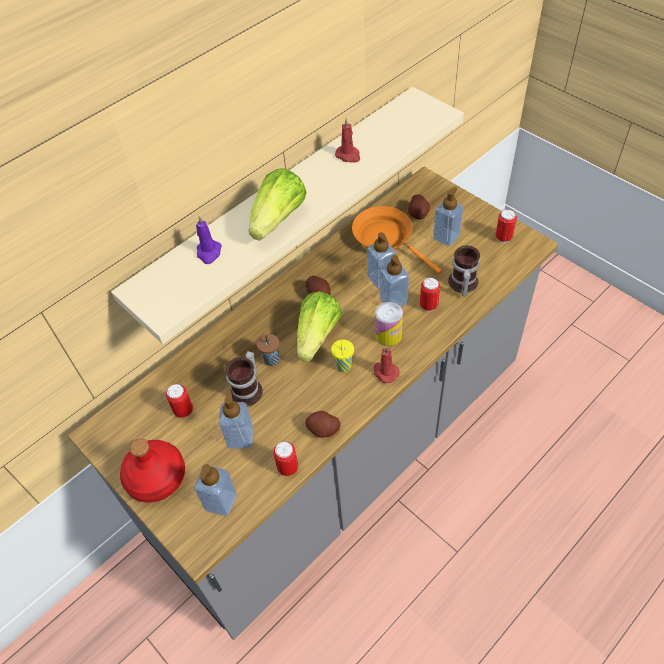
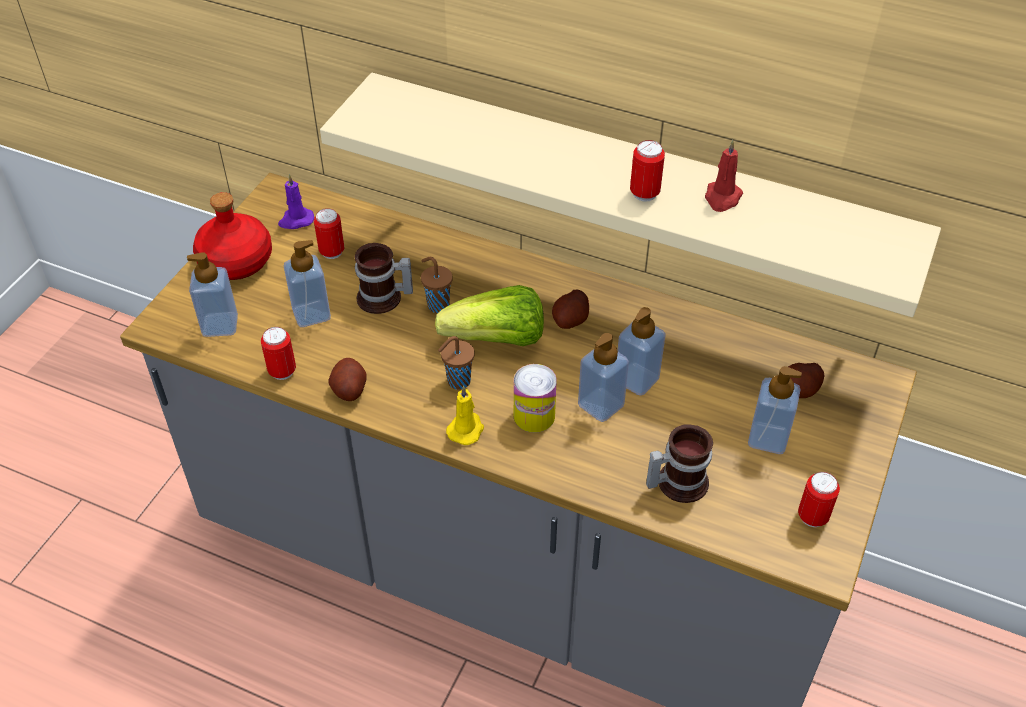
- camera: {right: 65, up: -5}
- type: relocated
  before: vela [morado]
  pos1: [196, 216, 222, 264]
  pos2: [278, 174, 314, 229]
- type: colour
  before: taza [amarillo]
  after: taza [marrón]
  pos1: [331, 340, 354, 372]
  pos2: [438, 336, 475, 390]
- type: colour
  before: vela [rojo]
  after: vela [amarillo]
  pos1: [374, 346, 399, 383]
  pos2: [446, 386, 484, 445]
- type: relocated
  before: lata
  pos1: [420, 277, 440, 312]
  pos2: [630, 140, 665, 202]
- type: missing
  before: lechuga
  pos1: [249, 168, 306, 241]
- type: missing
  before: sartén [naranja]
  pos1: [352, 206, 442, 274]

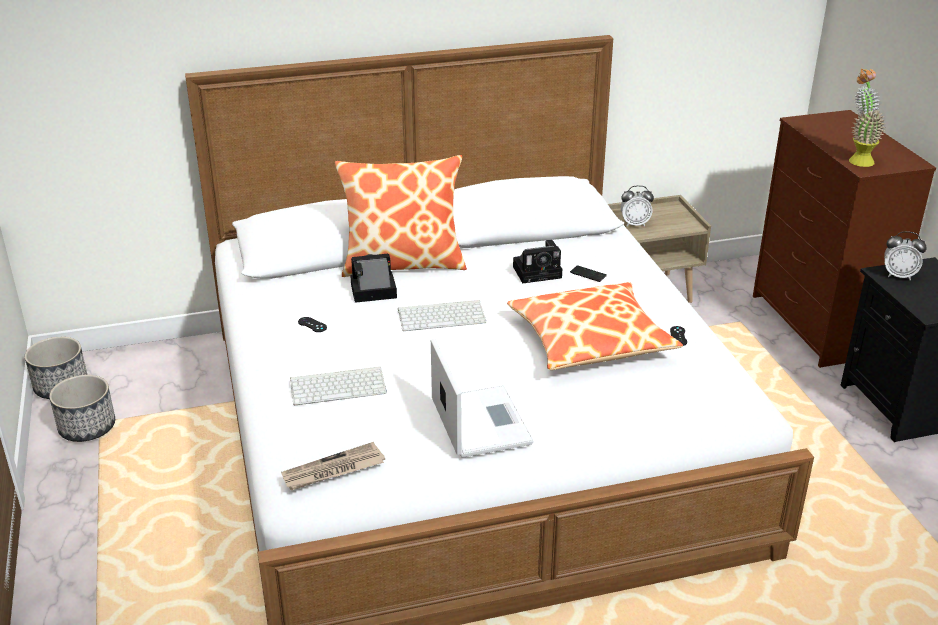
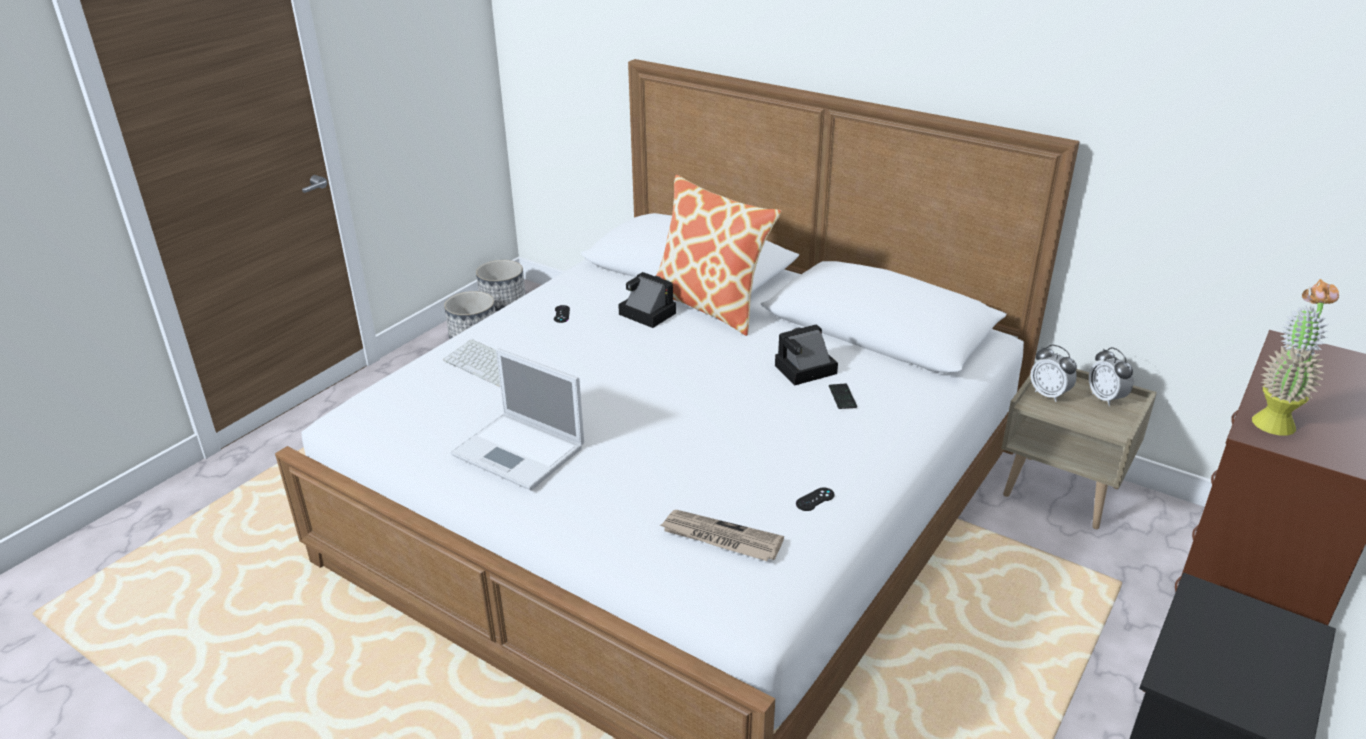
- camera: {right: 50, up: 0}
- type: spun
  before: portátil
  pos1: [431, 338, 533, 458]
  pos2: [450, 348, 584, 490]
  turn: 90
- type: relocated
  before: periódico
  pos1: [281, 442, 385, 490]
  pos2: [660, 510, 784, 561]
- type: spun
  before: cámara
  pos1: [513, 240, 562, 283]
  pos2: [775, 324, 838, 385]
  turn: 120
- type: relocated
  before: despertador
  pos1: [884, 231, 927, 280]
  pos2: [1089, 347, 1133, 406]
- type: missing
  before: teclado
  pos1: [398, 300, 486, 331]
- type: missing
  before: cojín
  pos1: [507, 282, 683, 370]

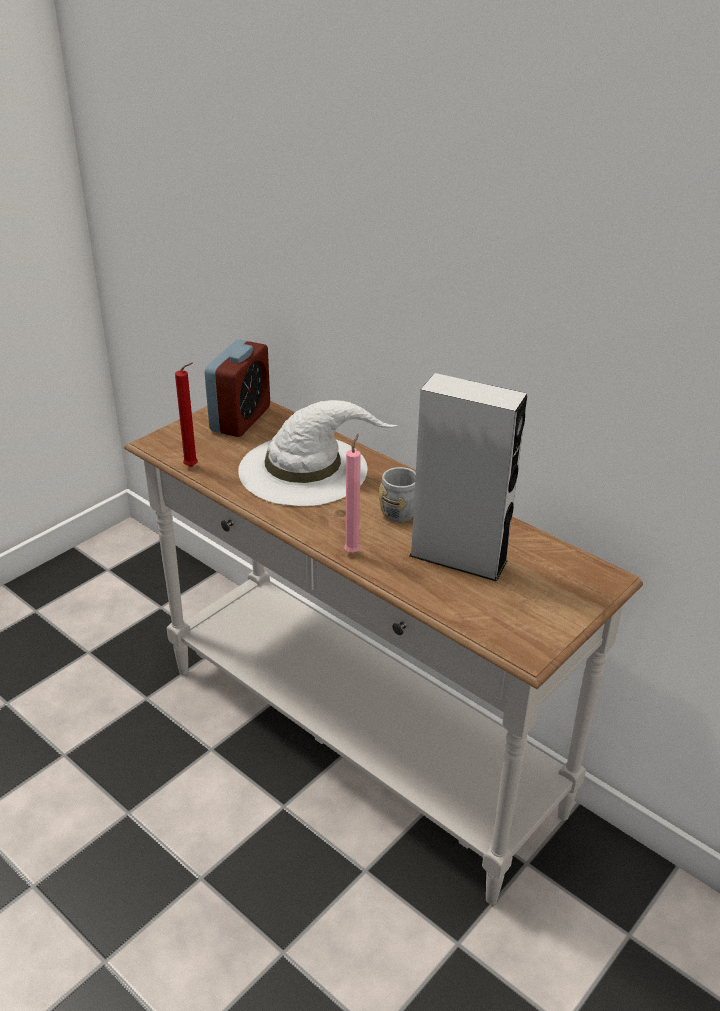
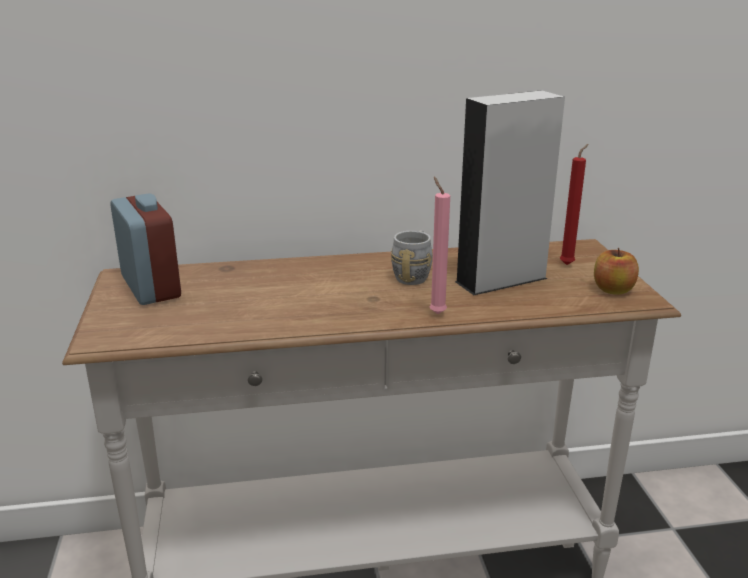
- camera: {right: -50, up: -10}
- type: relocated
  before: vela [rojo]
  pos1: [175, 362, 198, 467]
  pos2: [560, 144, 589, 265]
- type: appeared
  after: manzana
  pos2: [594, 248, 639, 295]
- type: missing
  before: sombrero [blanco]
  pos1: [238, 400, 398, 506]

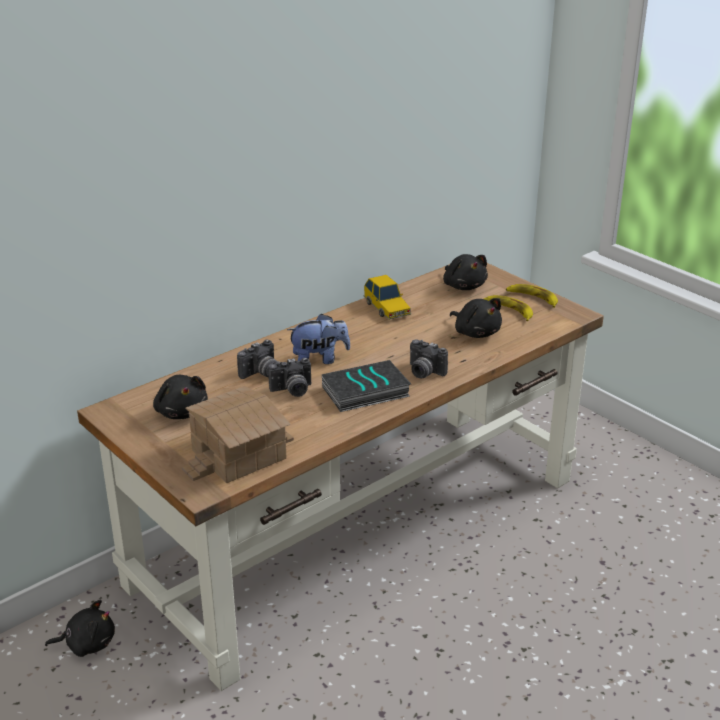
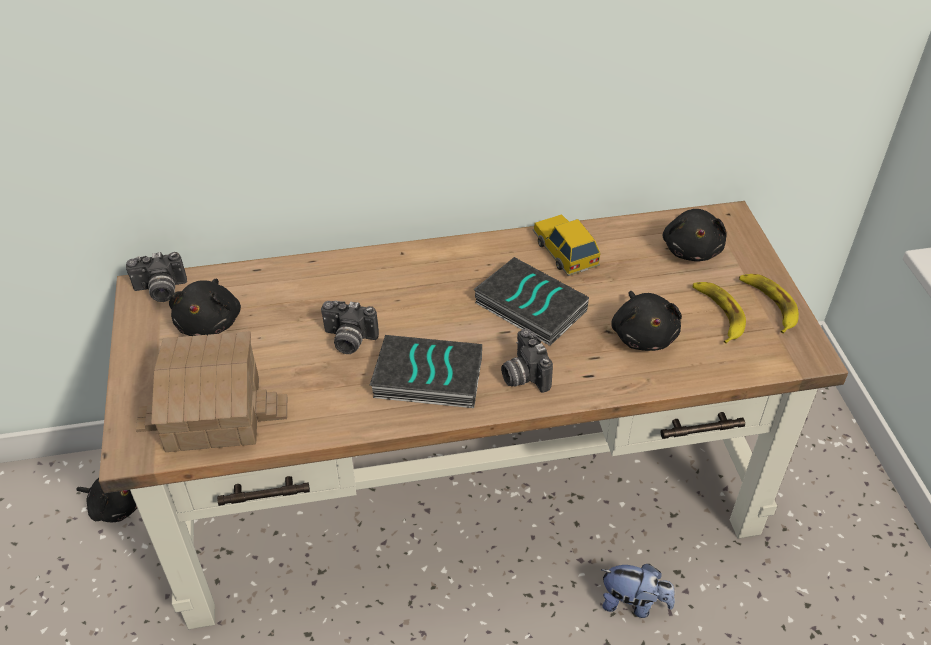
- camera: {right: 30, up: 15}
- type: relocated
  before: cámara
  pos1: [237, 340, 277, 379]
  pos2: [126, 252, 187, 302]
- type: appeared
  after: libro
  pos2: [474, 257, 589, 346]
- type: spun
  before: coche de juguete
  pos1: [363, 275, 411, 320]
  pos2: [533, 214, 601, 276]
  turn: 150
- type: relocated
  before: peluche
  pos1: [287, 313, 350, 364]
  pos2: [601, 564, 675, 618]

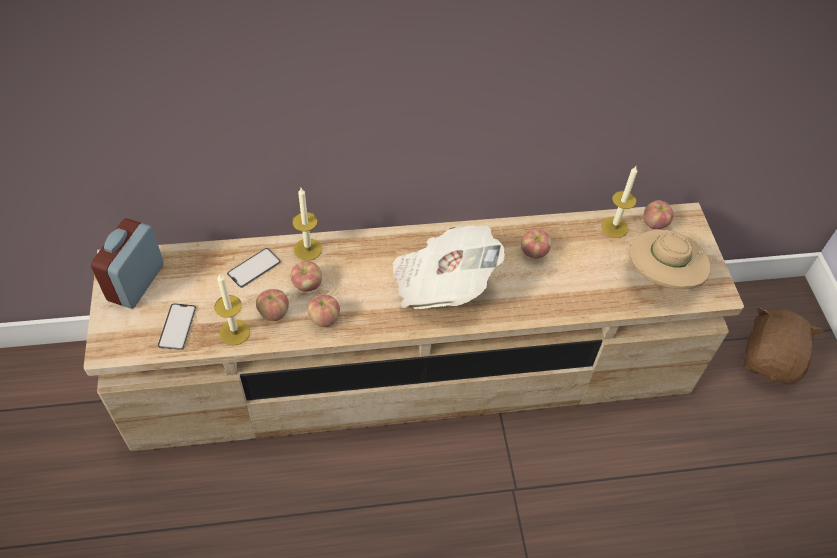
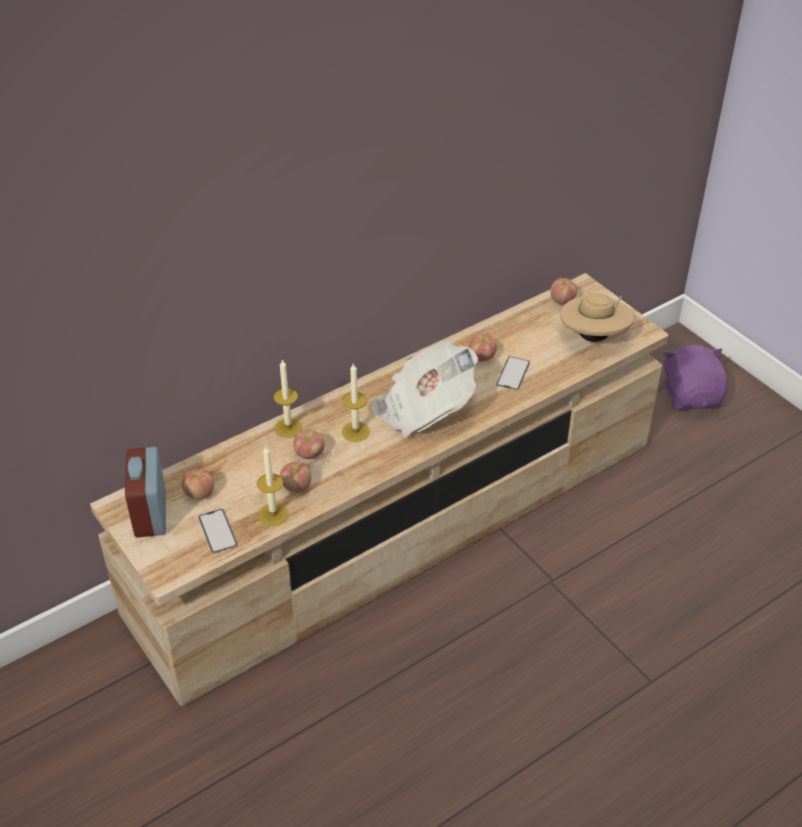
- camera: {right: -25, up: -10}
- type: relocated
  before: manzana
  pos1: [307, 295, 340, 327]
  pos2: [182, 468, 214, 500]
- type: relocated
  before: vela
  pos1: [601, 165, 637, 238]
  pos2: [342, 364, 370, 442]
- type: relocated
  before: móvil
  pos1: [227, 248, 281, 288]
  pos2: [496, 356, 530, 391]
- type: colour
  before: peluche [marrón]
  after: peluche [morado]
  pos1: [743, 308, 823, 385]
  pos2: [663, 345, 728, 410]

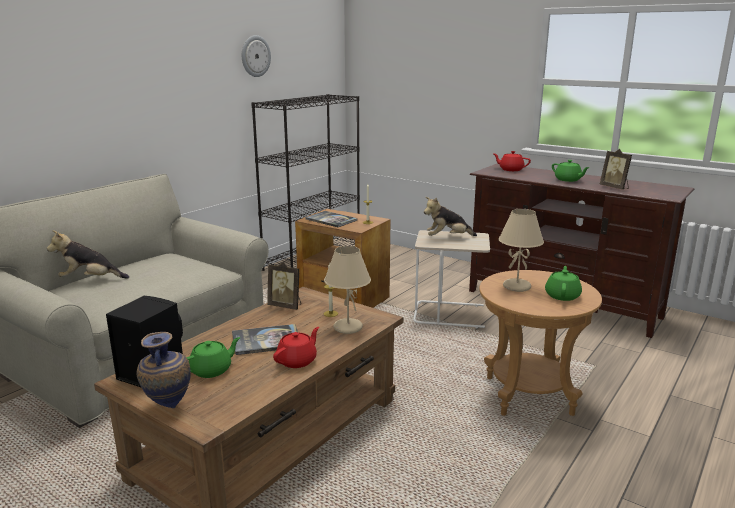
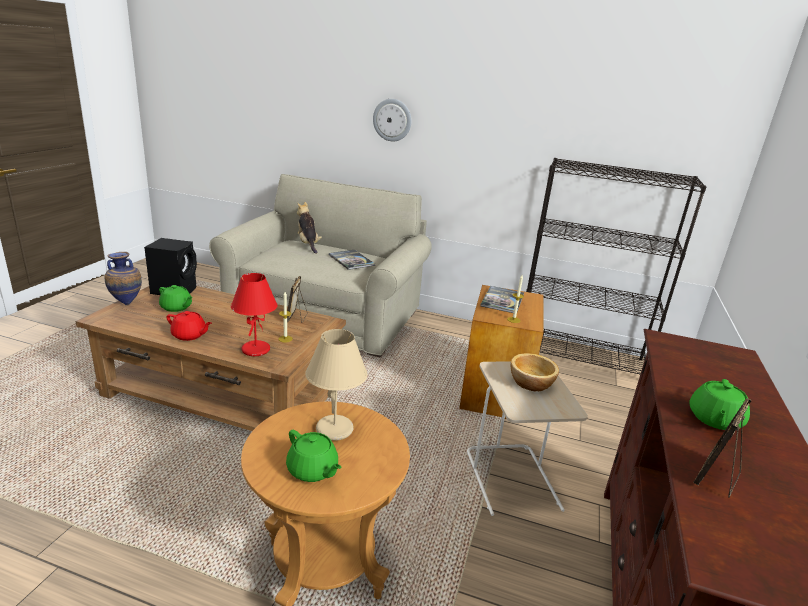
- camera: {right: 70, up: 5}
- type: colour
  before: lámpara de mesa [beis]
  after: lámpara de mesa [rojo]
  pos1: [324, 246, 371, 334]
  pos2: [231, 273, 277, 356]
- type: spun
  before: tetera [verde]
  pos1: [545, 266, 582, 301]
  pos2: [286, 430, 342, 482]
  turn: 45
- type: relocated
  before: libro
  pos1: [232, 324, 298, 355]
  pos2: [329, 250, 375, 270]
- type: relocated
  before: reloj de pared
  pos1: [242, 35, 271, 77]
  pos2: [373, 99, 411, 142]
- type: exchanged
  before: peluche
  after: cuenco
  pos1: [424, 197, 477, 236]
  pos2: [511, 353, 559, 392]
- type: missing
  before: tetera [rojo]
  pos1: [493, 151, 531, 171]

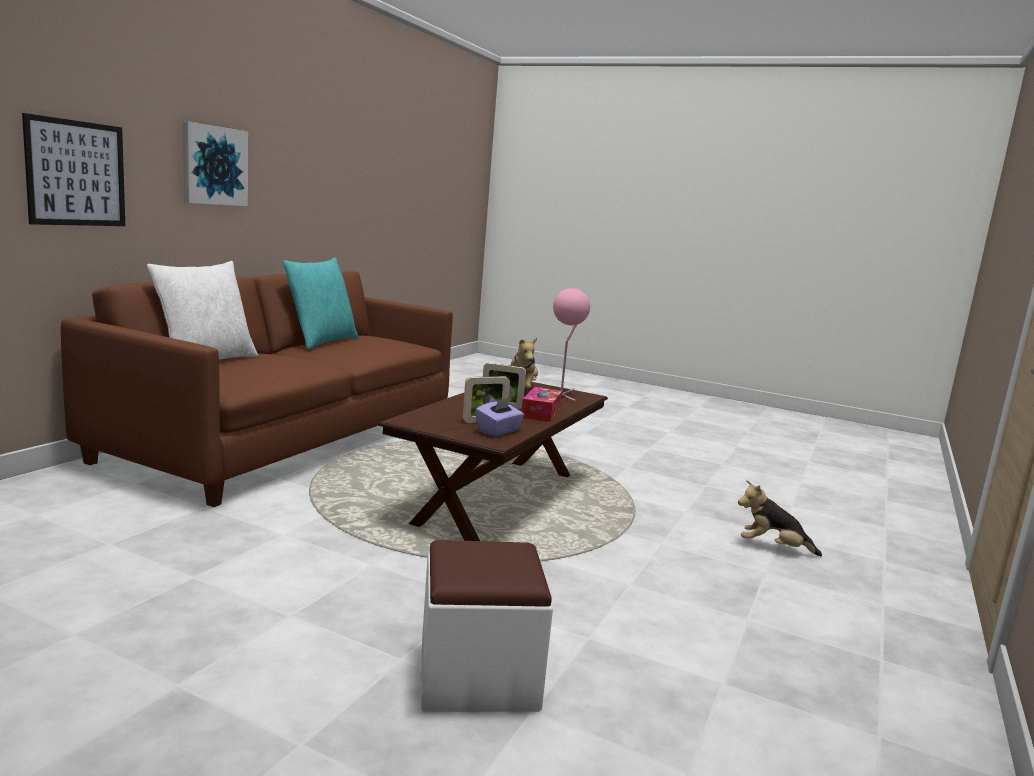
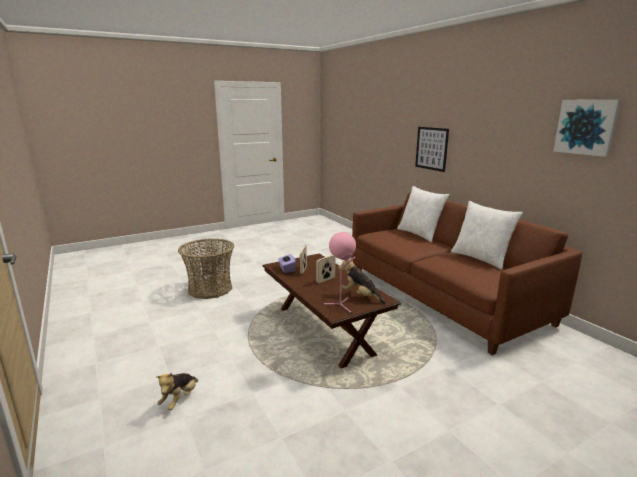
- camera: {right: 125, up: 5}
- type: spun
  before: peluche
  pos1: [738, 480, 822, 556]
  pos2: [156, 373, 198, 410]
  turn: 150
- type: exchanged
  before: puf [blanco]
  after: cesta
  pos1: [421, 540, 553, 712]
  pos2: [178, 238, 234, 299]
- type: colour
  before: cojín [turquesa]
  after: cojín [blanco]
  pos1: [283, 258, 359, 349]
  pos2: [451, 201, 523, 270]
- type: relocated
  before: cuadro
  pos1: [183, 121, 248, 206]
  pos2: [553, 99, 621, 157]
- type: missing
  before: caja de pañuelos
  pos1: [522, 387, 562, 422]

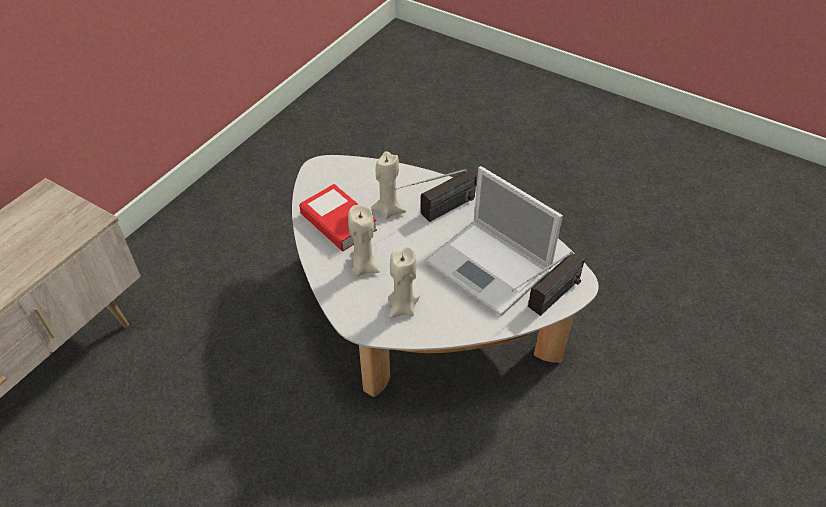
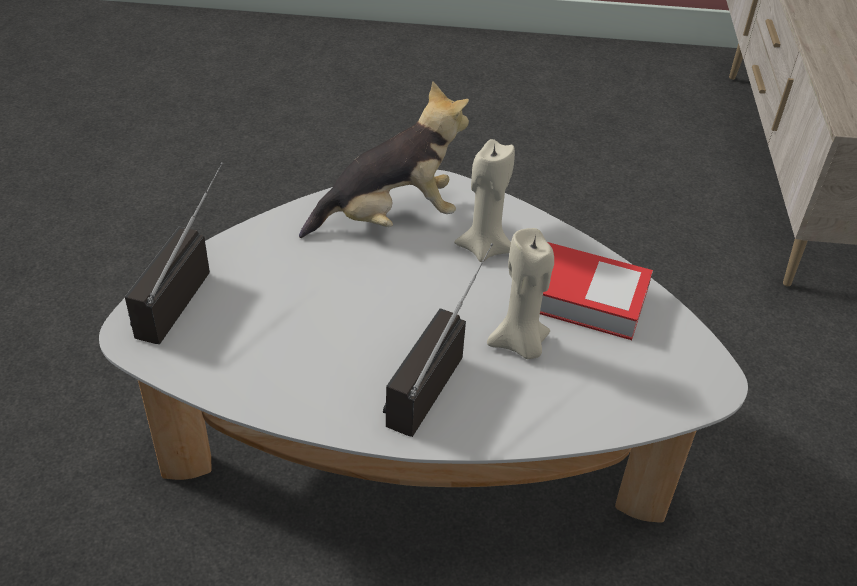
- camera: {right: 150, up: -5}
- type: exchanged
  before: vela [beis]
  after: peluche
  pos1: [388, 247, 420, 318]
  pos2: [299, 81, 469, 238]
- type: missing
  before: portátil
  pos1: [425, 166, 563, 316]

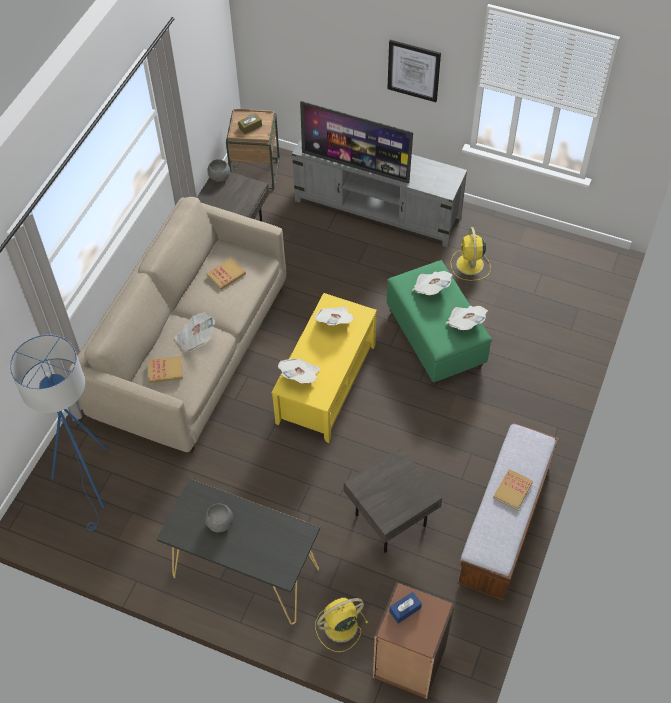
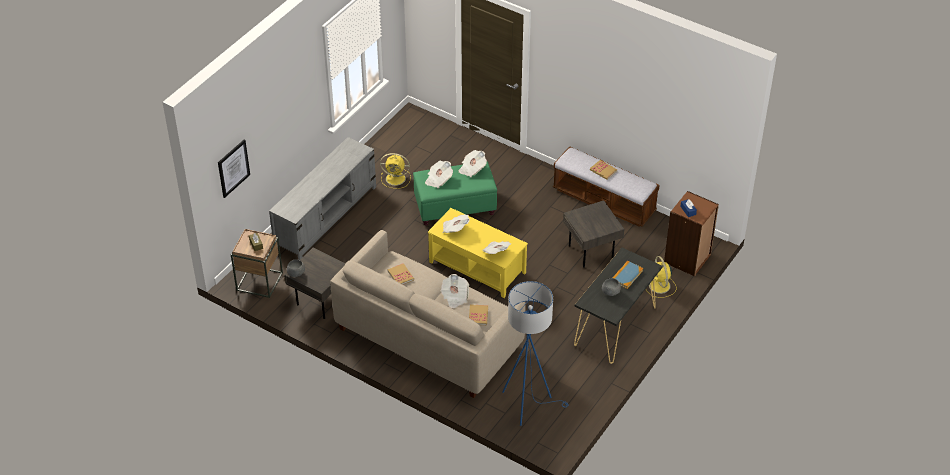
- camera: {right: -80, up: -10}
- type: relocated
  before: cuadro
  pos1: [387, 40, 441, 102]
  pos2: [218, 140, 250, 198]
- type: appeared
  after: libro
  pos2: [613, 261, 643, 289]
- type: missing
  before: televisor
  pos1: [300, 101, 413, 184]

